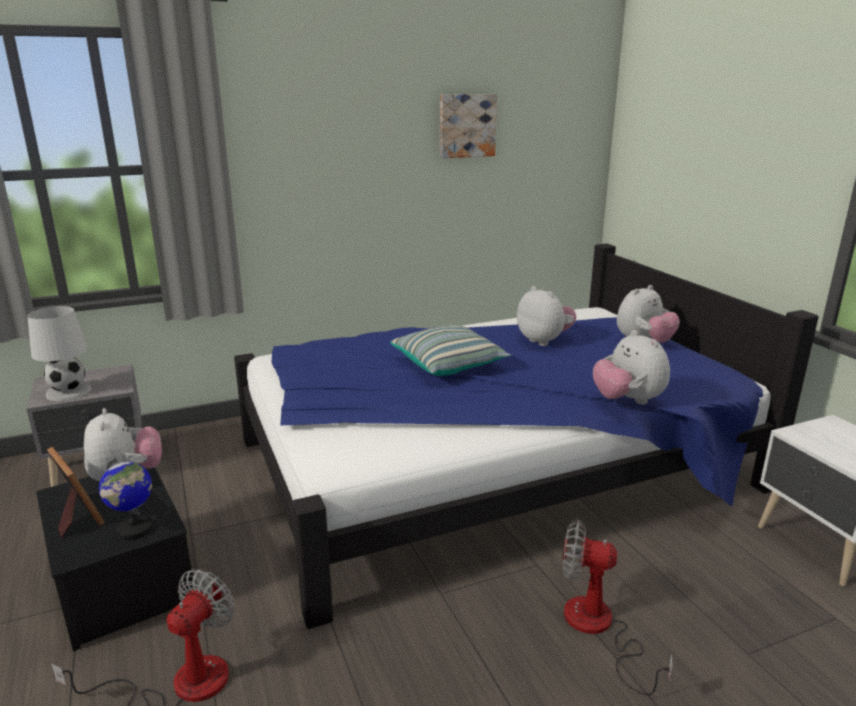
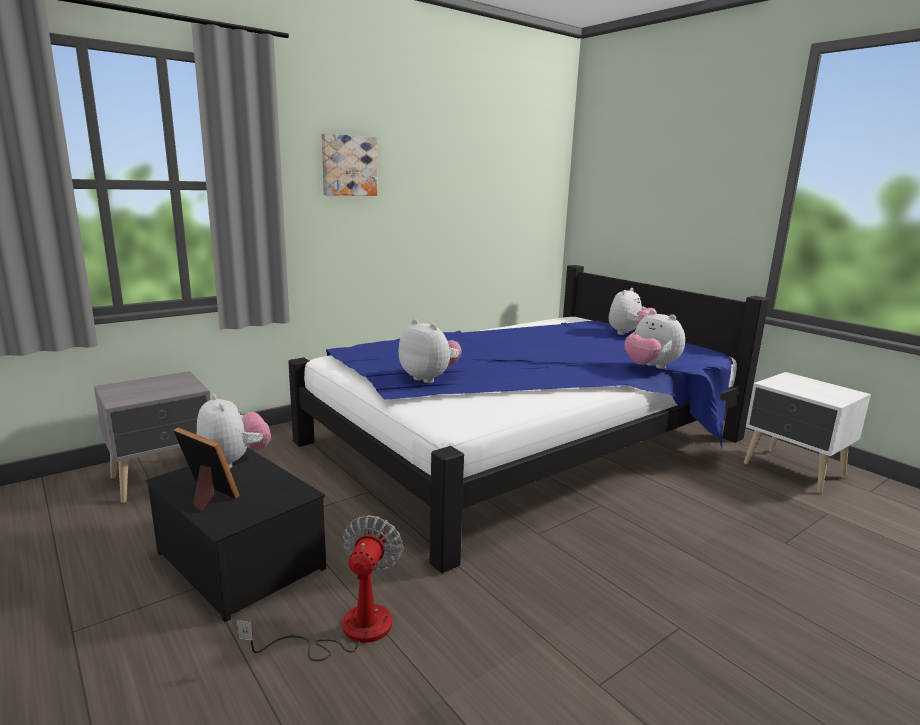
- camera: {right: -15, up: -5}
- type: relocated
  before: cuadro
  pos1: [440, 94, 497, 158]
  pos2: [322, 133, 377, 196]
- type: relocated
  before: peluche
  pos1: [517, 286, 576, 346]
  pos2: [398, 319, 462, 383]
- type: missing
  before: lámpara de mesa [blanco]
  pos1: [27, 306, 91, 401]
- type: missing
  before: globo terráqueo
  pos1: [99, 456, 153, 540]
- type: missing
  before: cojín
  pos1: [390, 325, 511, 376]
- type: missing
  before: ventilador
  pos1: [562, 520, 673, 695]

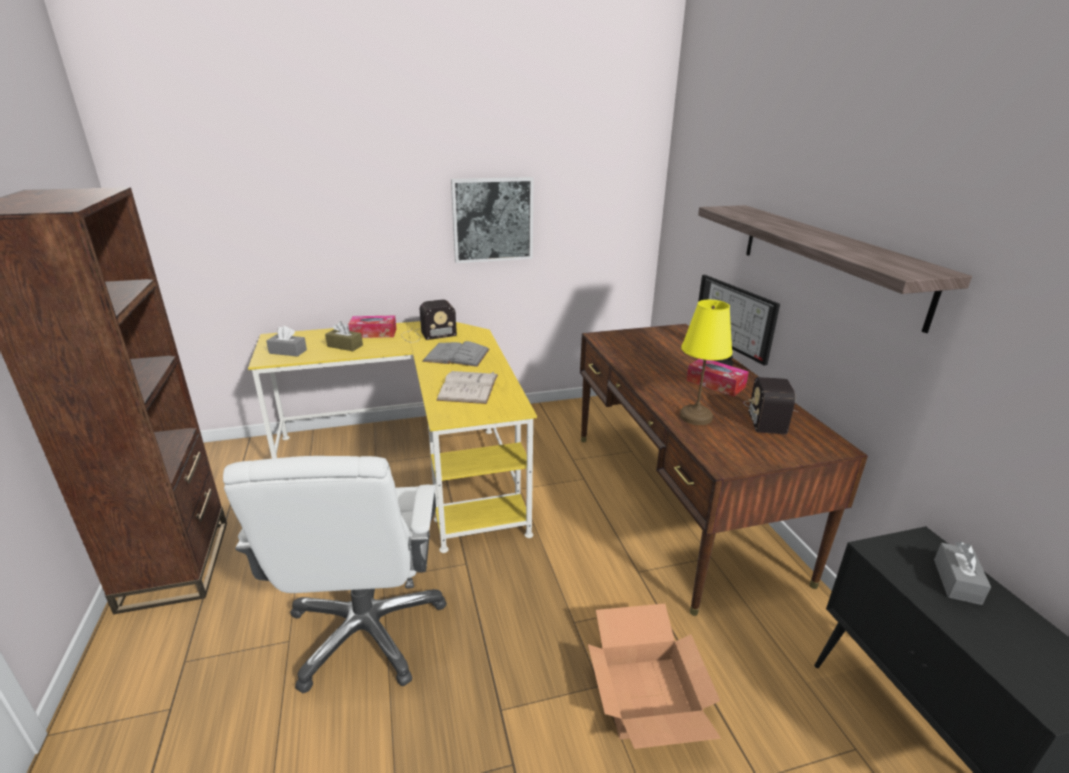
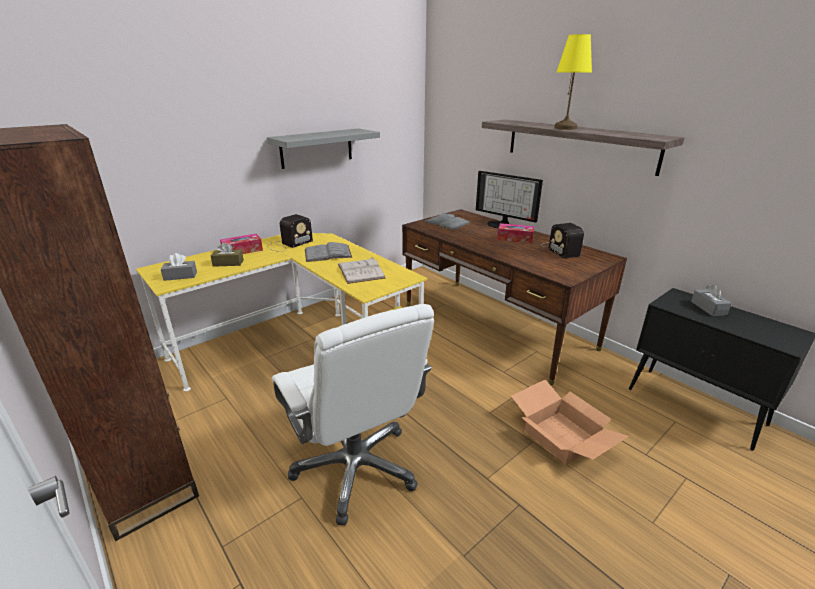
- camera: {right: -25, up: 0}
- type: exchanged
  before: cuadro
  after: estante [gris]
  pos1: [451, 177, 534, 263]
  pos2: [267, 128, 380, 169]
- type: appeared
  after: libro [gris]
  pos2: [424, 213, 470, 231]
- type: relocated
  before: lámpara de mesa [amarillo]
  pos1: [680, 300, 733, 425]
  pos2: [554, 34, 592, 130]

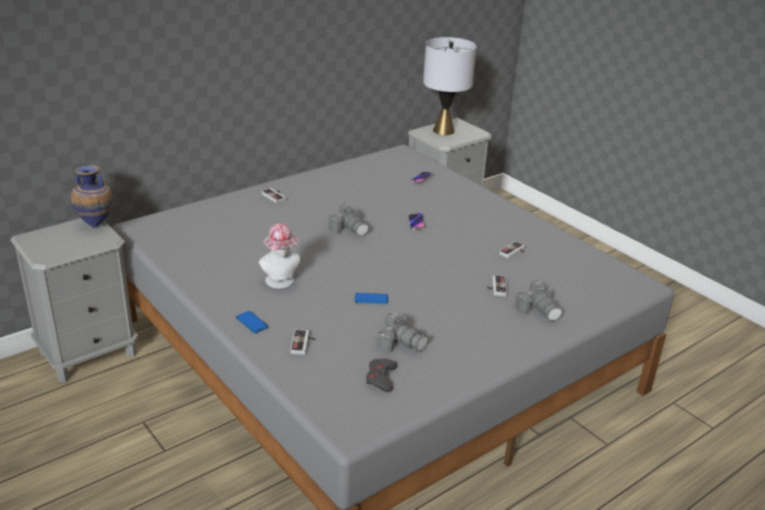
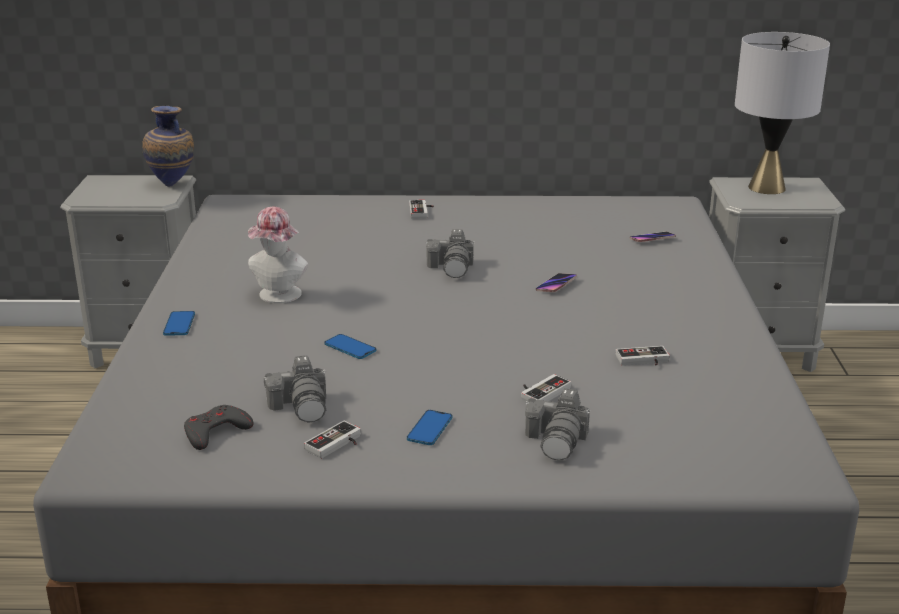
- camera: {right: 40, up: -5}
- type: relocated
  before: mando de consola
  pos1: [290, 330, 315, 355]
  pos2: [304, 421, 361, 459]
- type: appeared
  after: móvil
  pos2: [407, 410, 452, 445]

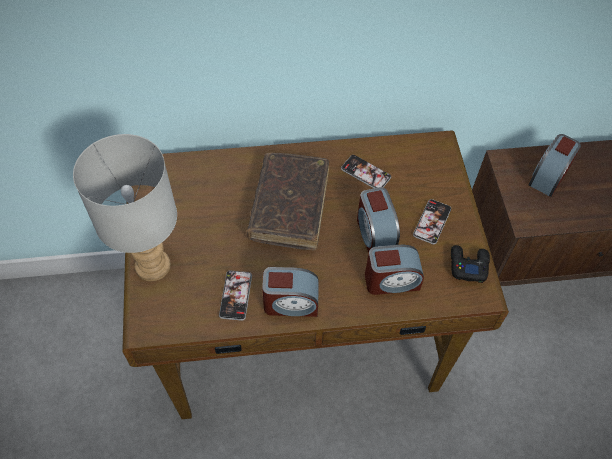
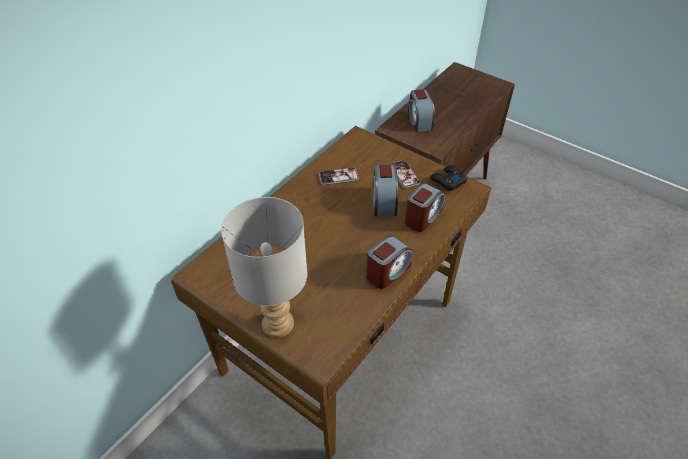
- camera: {right: -45, up: -10}
- type: spun
  before: despertador
  pos1: [357, 187, 400, 253]
  pos2: [373, 164, 398, 216]
  turn: 60
- type: missing
  before: móvil
  pos1: [219, 270, 252, 321]
- type: missing
  before: libro [marrón]
  pos1: [247, 153, 329, 250]

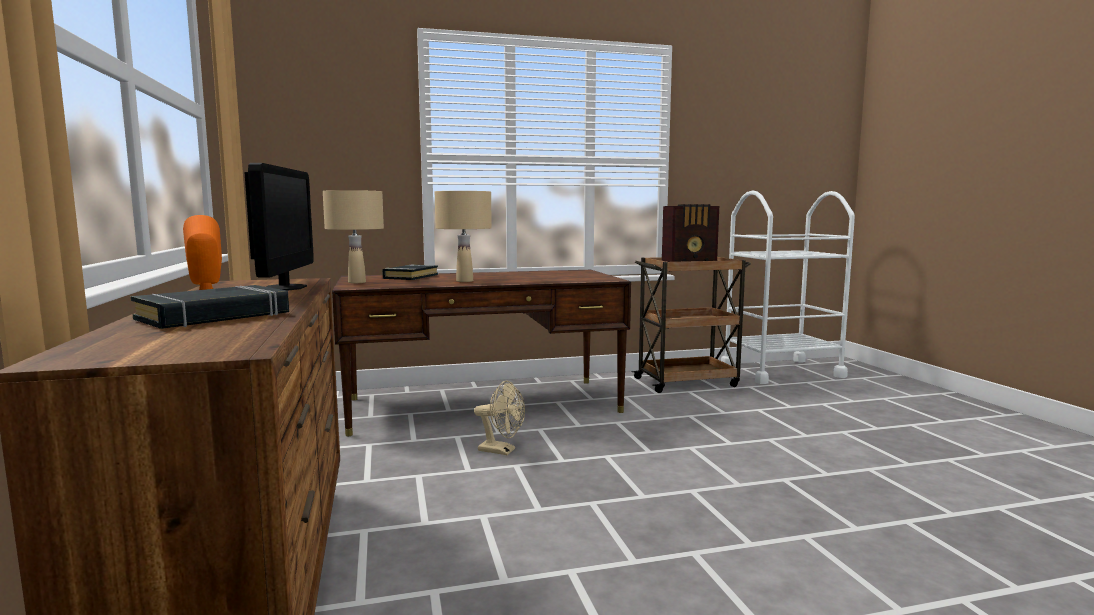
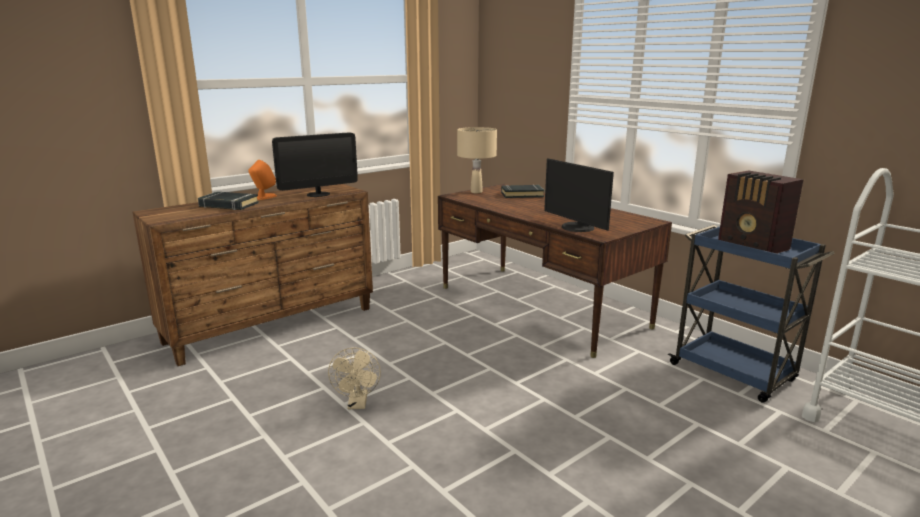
- camera: {right: 65, up: 10}
- type: relocated
  before: ventilador [beis]
  pos1: [474, 381, 525, 455]
  pos2: [328, 347, 381, 409]
- type: appeared
  after: monitor
  pos2: [544, 158, 614, 232]
- type: colour
  before: carrito [marrón]
  after: carrito [azul]
  pos1: [631, 256, 751, 393]
  pos2: [668, 225, 834, 403]
- type: missing
  before: lámpara de mesa [beis]
  pos1: [435, 191, 492, 282]

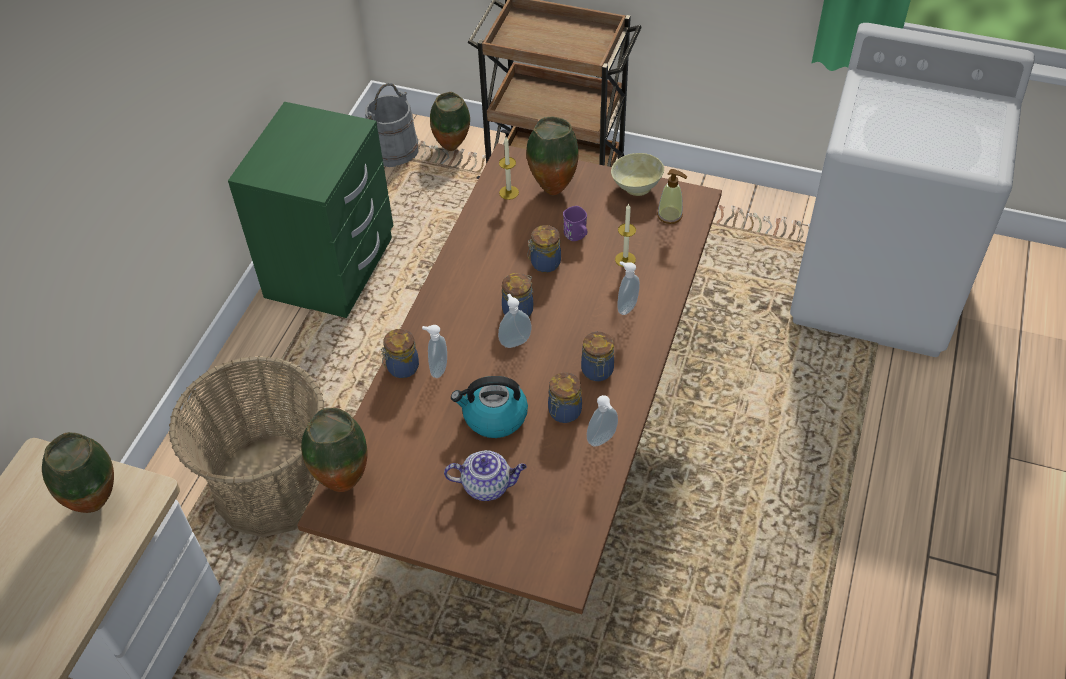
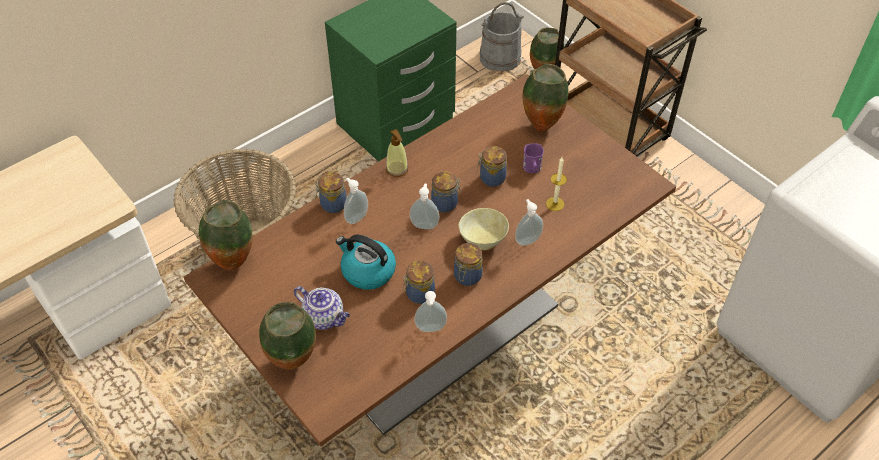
- camera: {right: 30, up: 0}
- type: relocated
  before: florero
  pos1: [42, 432, 114, 513]
  pos2: [259, 302, 316, 370]
- type: relocated
  before: dispensador de jabón
  pos1: [657, 169, 687, 224]
  pos2: [386, 129, 408, 177]
- type: relocated
  before: cuenco [beis]
  pos1: [611, 153, 664, 196]
  pos2: [459, 208, 509, 250]
- type: missing
  before: vela
  pos1: [499, 137, 519, 200]

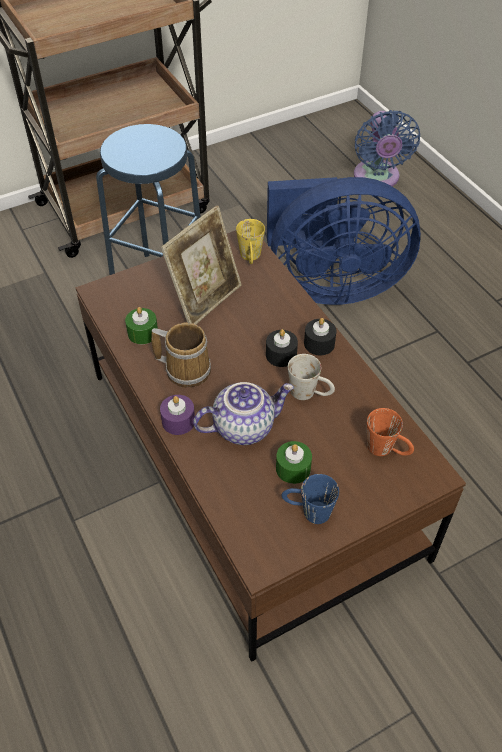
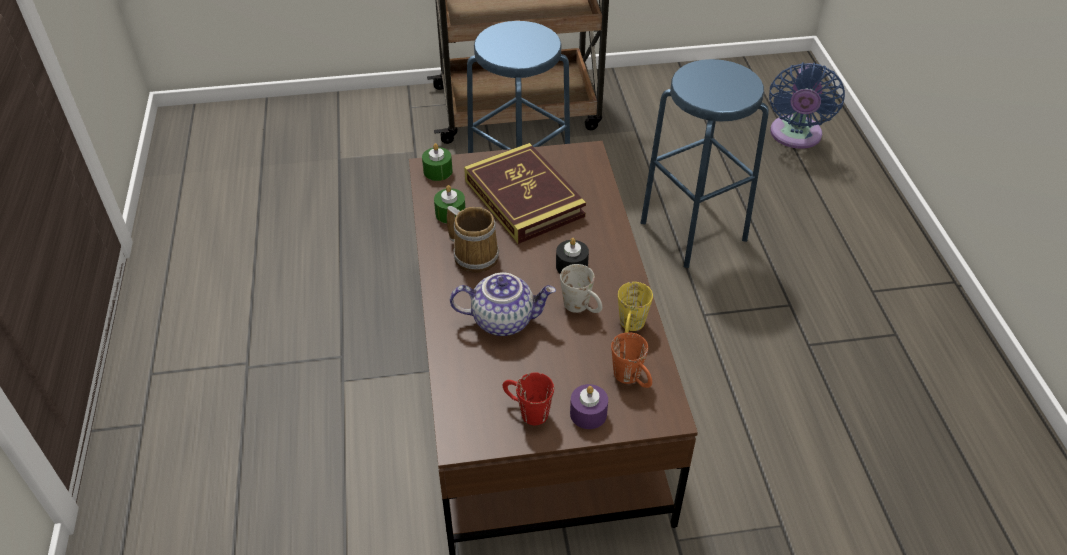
- camera: {right: 20, up: -5}
- type: relocated
  before: vela [verde]
  pos1: [276, 441, 312, 484]
  pos2: [422, 143, 453, 181]
- type: exchanged
  before: portarretratos
  after: libro
  pos1: [161, 205, 242, 324]
  pos2: [464, 143, 586, 244]
- type: colour
  before: taza grande [azul]
  after: taza grande [rojo]
  pos1: [282, 474, 339, 524]
  pos2: [503, 372, 554, 425]
- type: relocated
  before: vela [morado]
  pos1: [160, 395, 195, 435]
  pos2: [570, 384, 608, 429]
- type: relocated
  before: taza grande [amarillo]
  pos1: [236, 219, 265, 264]
  pos2: [618, 282, 653, 333]
- type: exchanged
  before: ventilador [azul]
  after: taburete [azul]
  pos1: [267, 177, 421, 305]
  pos2: [641, 59, 769, 268]
- type: missing
  before: vela [negro]
  pos1: [304, 318, 336, 355]

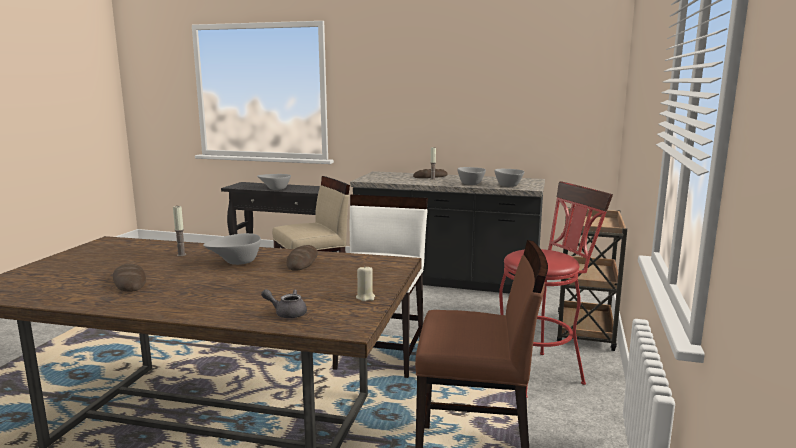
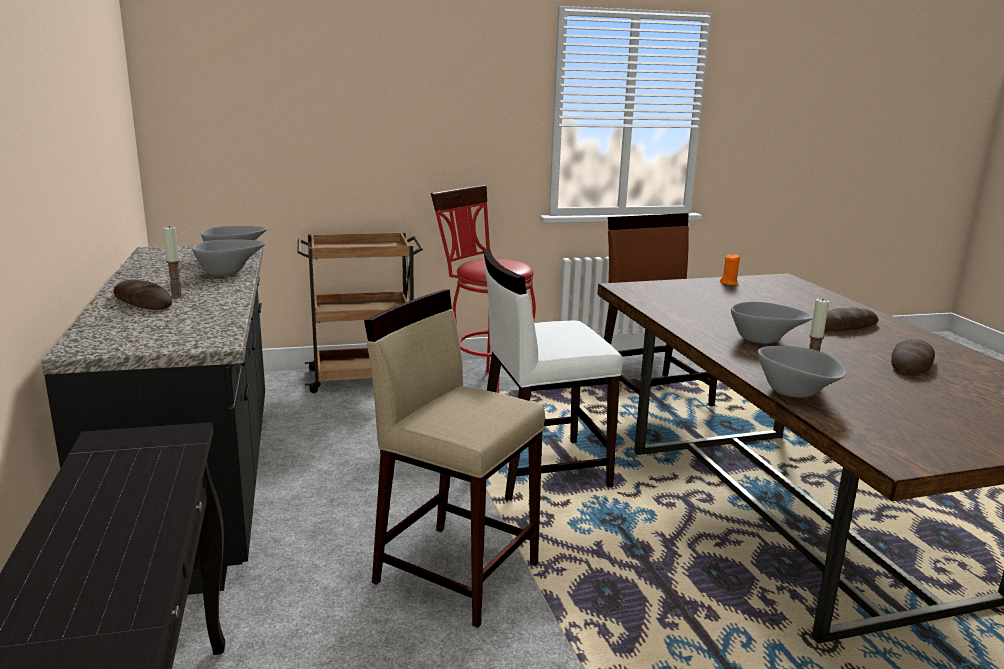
- camera: {right: -120, up: 5}
- type: colour
  before: vela [beis]
  after: vela [naranja]
  pos1: [356, 266, 375, 301]
  pos2: [720, 254, 740, 285]
- type: relocated
  before: cuenco [gris]
  pos1: [257, 174, 291, 190]
  pos2: [757, 346, 846, 398]
- type: relocated
  before: pan
  pos1: [286, 245, 318, 271]
  pos2: [825, 307, 879, 331]
- type: missing
  before: tetera [gris]
  pos1: [261, 289, 307, 318]

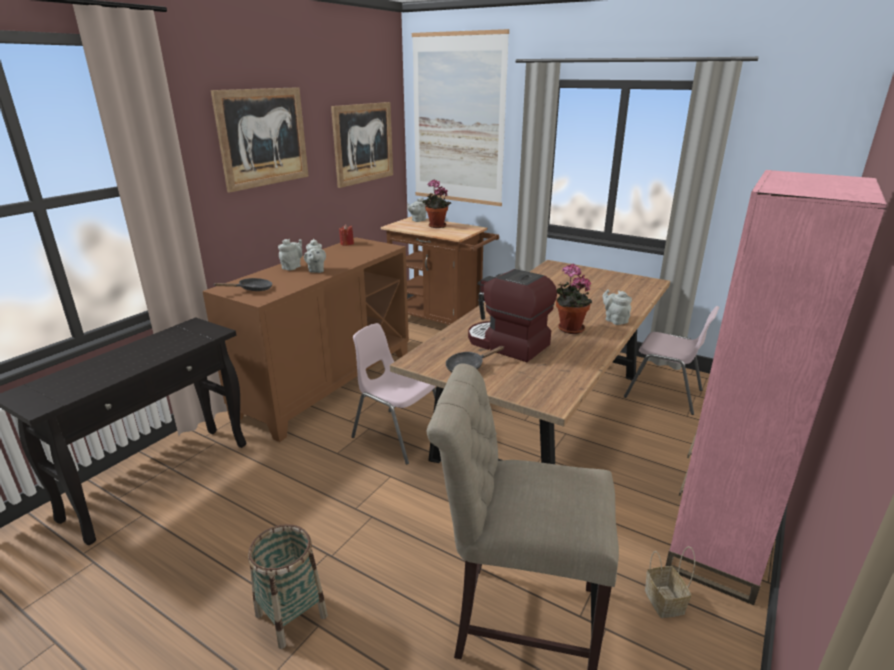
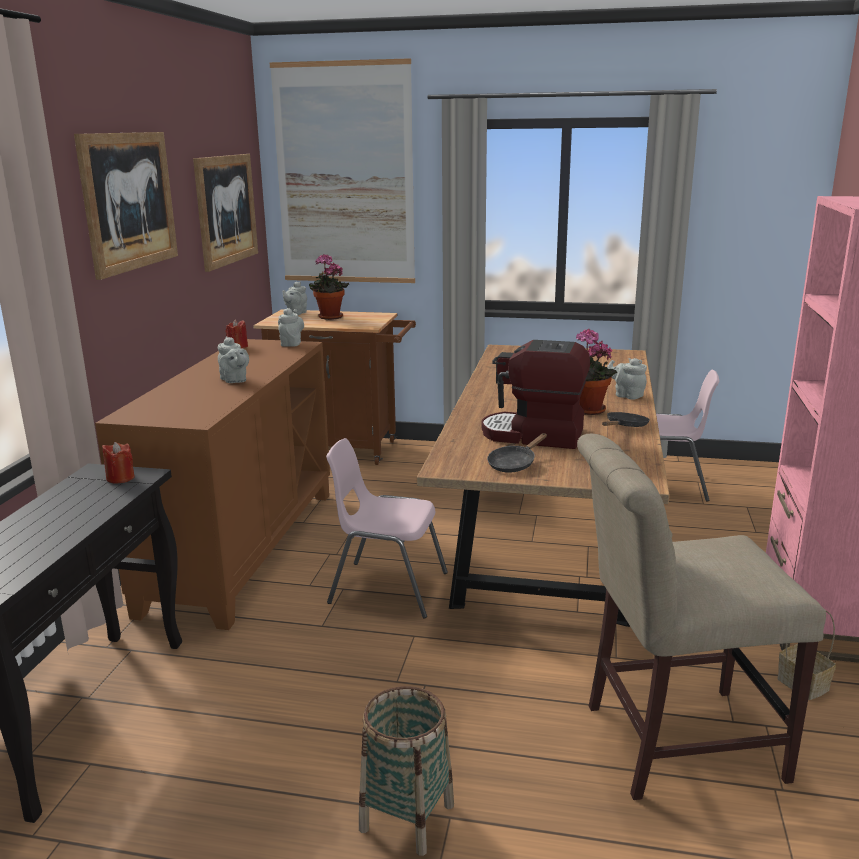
- camera: {right: -20, up: -5}
- type: appeared
  after: vela [rojo]
  pos2: [102, 442, 135, 484]
- type: relocated
  before: tetera [gris]
  pos1: [278, 239, 302, 271]
  pos2: [278, 308, 304, 347]
- type: relocated
  before: sartén [negro]
  pos1: [214, 278, 272, 291]
  pos2: [602, 412, 650, 427]

